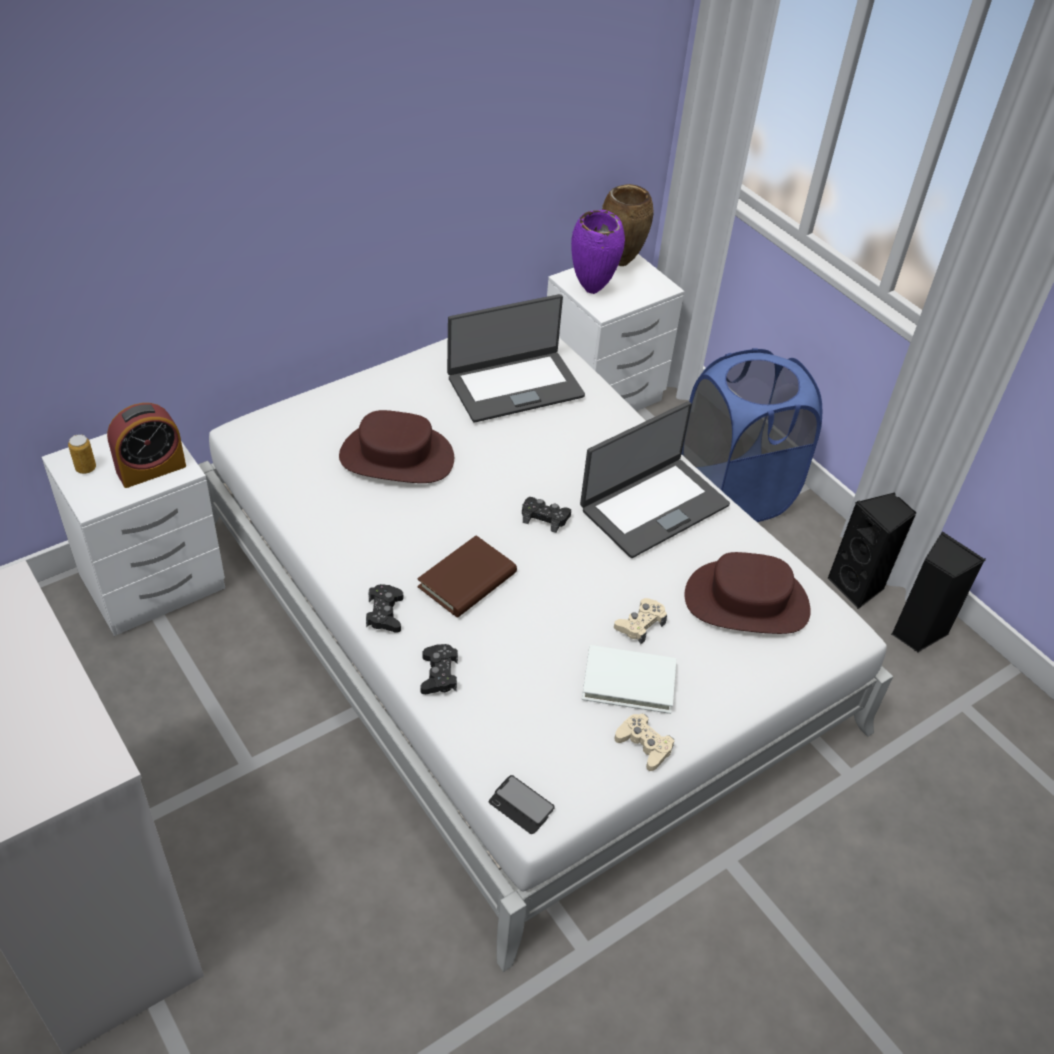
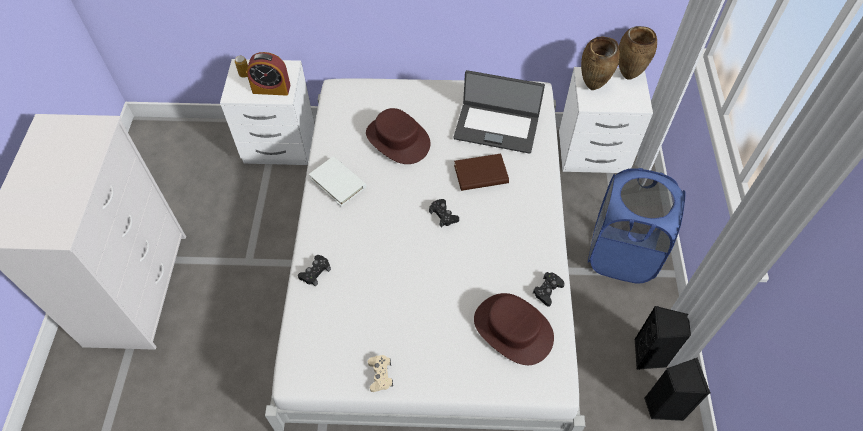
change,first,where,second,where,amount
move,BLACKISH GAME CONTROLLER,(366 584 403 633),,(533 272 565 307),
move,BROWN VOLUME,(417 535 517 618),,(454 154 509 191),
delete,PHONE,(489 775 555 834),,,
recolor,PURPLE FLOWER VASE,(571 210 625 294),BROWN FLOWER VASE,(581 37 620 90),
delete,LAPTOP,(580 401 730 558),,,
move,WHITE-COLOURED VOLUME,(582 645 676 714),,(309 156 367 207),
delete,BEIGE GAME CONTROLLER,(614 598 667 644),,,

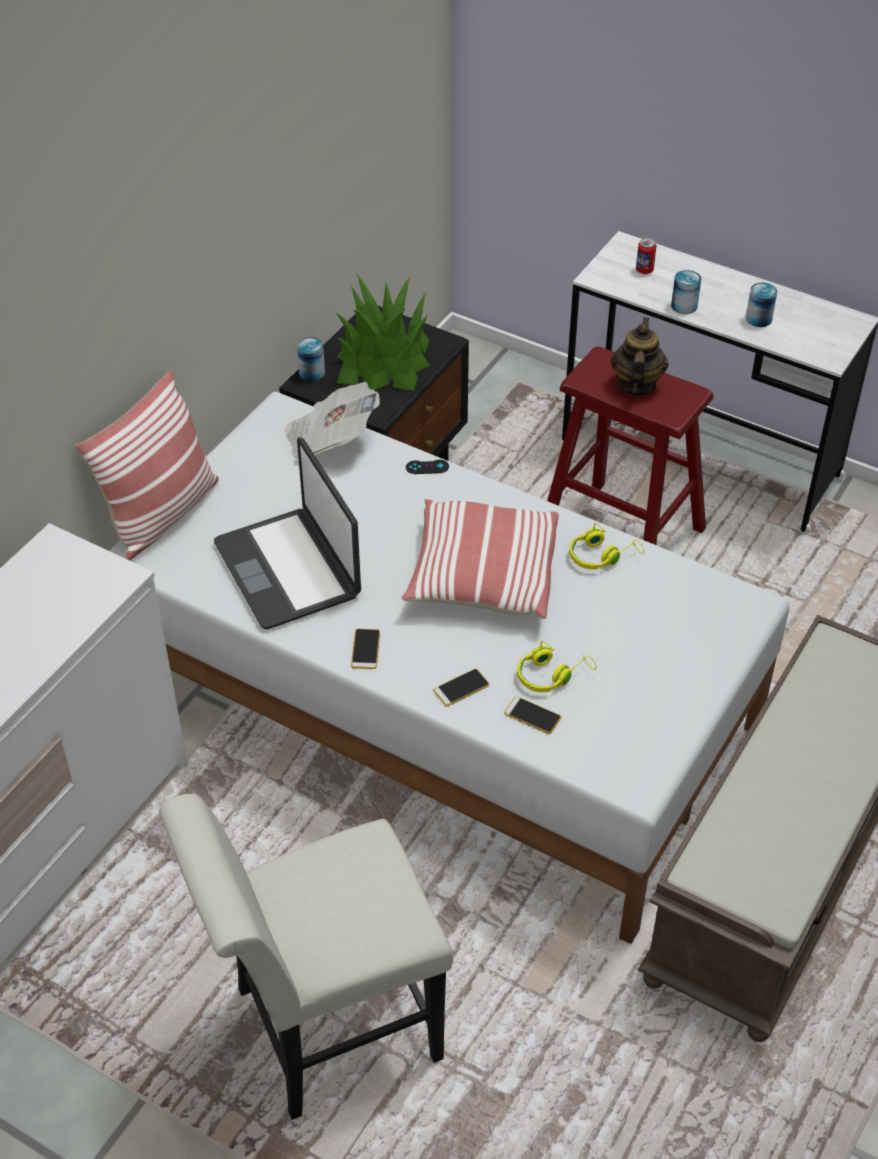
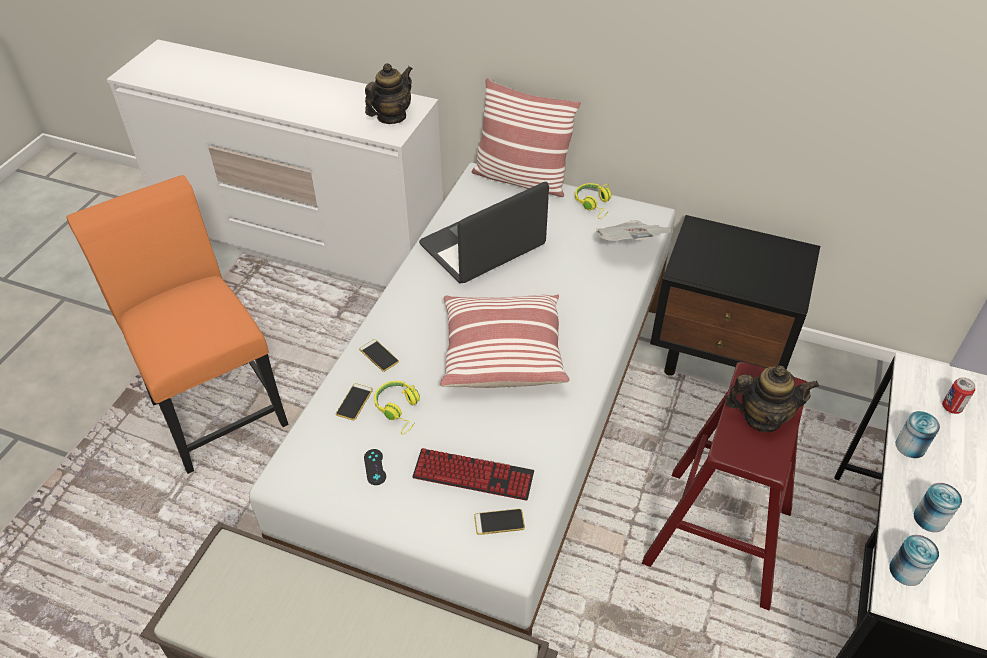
change,first,where,second,where,amount
recolor,WHITE-COLOURED PLAIN CHAIR,(159 794 453 1120),ORANGE PLAIN CHAIR,(66 175 289 474),
move,METAL CAN,(297 337 325 381),,(889 535 939 586),
delete,HOUSEPLANT,(335 273 430 391),,,
move,PHONE,(351 629 380 669),,(474 509 525 535),
move,BLACKISH GAME CONTROLLER,(406 460 449 474),,(364 449 386 485),
move,YELLOWISH HEADSET,(569 522 644 569),,(575 183 611 219),
insert,,,POT FOR TEA,(365 63 412 124),
insert,,,COMPUTER KEYBOARD,(412 448 534 501),

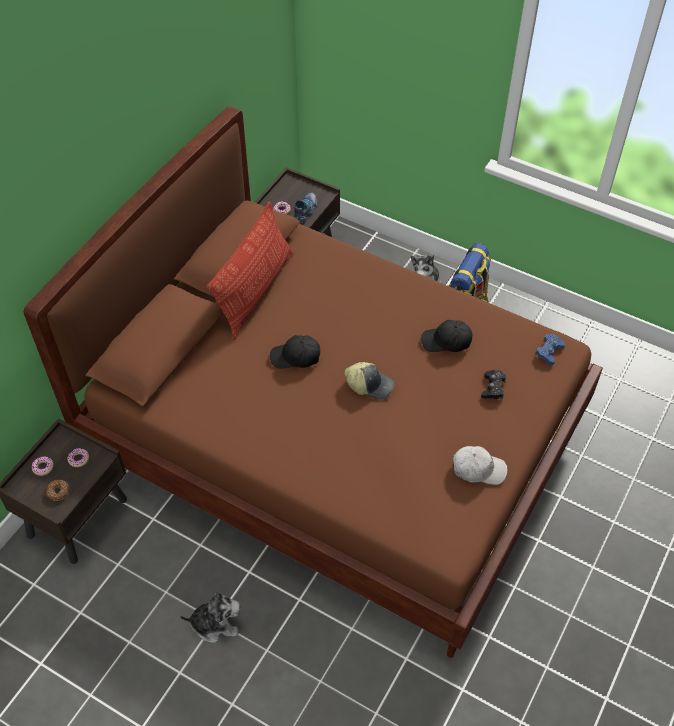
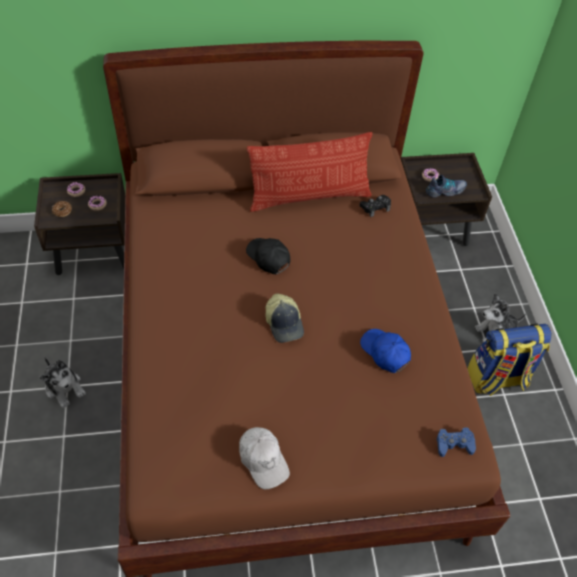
change,first,where,second,where,amount
recolor,BLACKISH PEAKED CAP,(421 320 472 352),BLUISH PEAKED CAP,(360 329 411 373),
move,BLACKISH GAME CONTROLLER,(481 370 507 399),,(359 195 391 217),

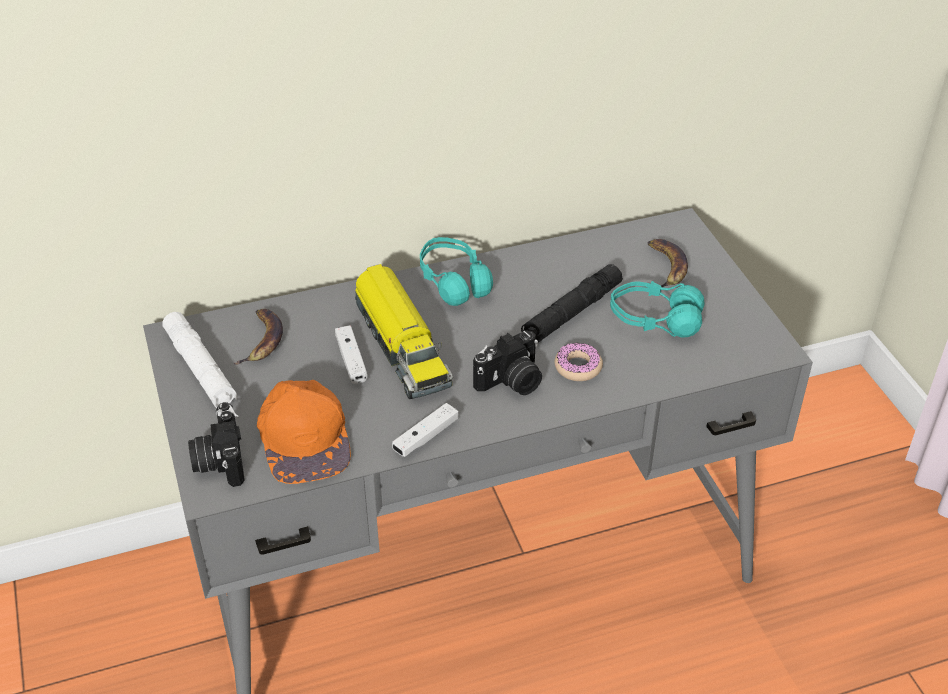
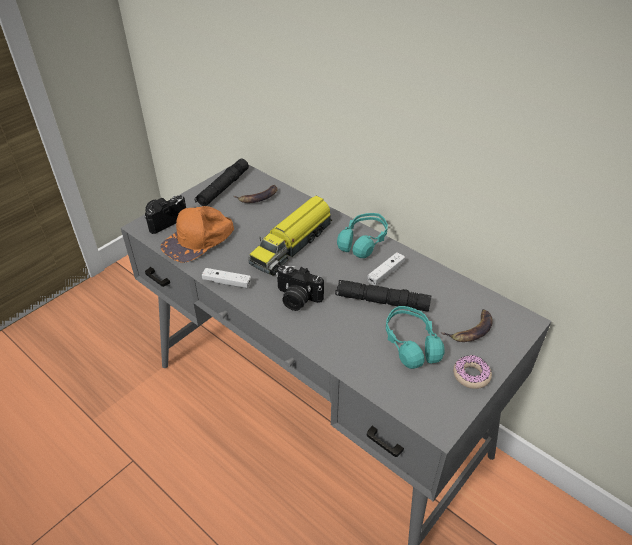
change,first,where,second,where,amount
recolor,WHITE-COLOURED FLASHLIGHT,(162 312 238 408),BLACKISH FLASHLIGHT,(195 159 249 206),
move,WHITE-COLOURED GAME CONTROLLER,(335 325 367 384),,(367 252 405 285),
move,DOUGHNUT,(554 343 603 381),,(453 355 492 389),

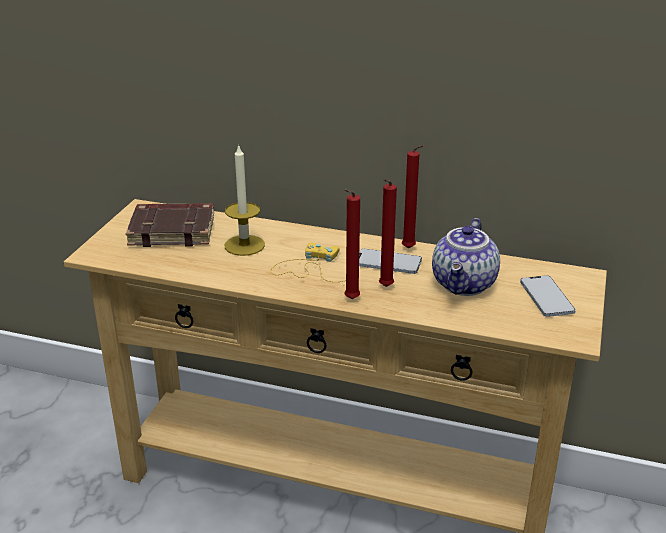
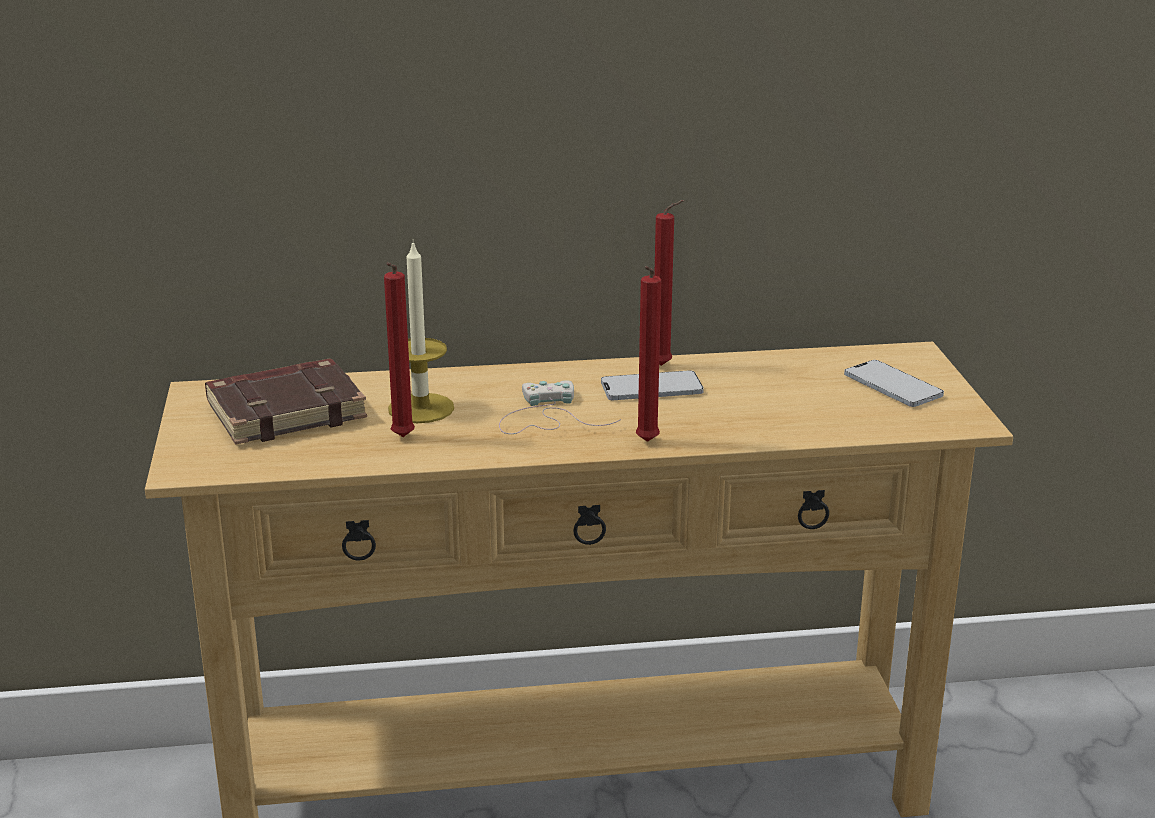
change,first,where,second,where,amount
recolor,YELLOWISH GAME CONTROLLER,(271 243 346 282),WHITE-COLOURED GAME CONTROLLER,(499 380 621 434),
move,RED WAX CANDLE,(379 179 397 287),,(384 262 415 437),
delete,POT FOR TEA,(432 218 500 296),,,

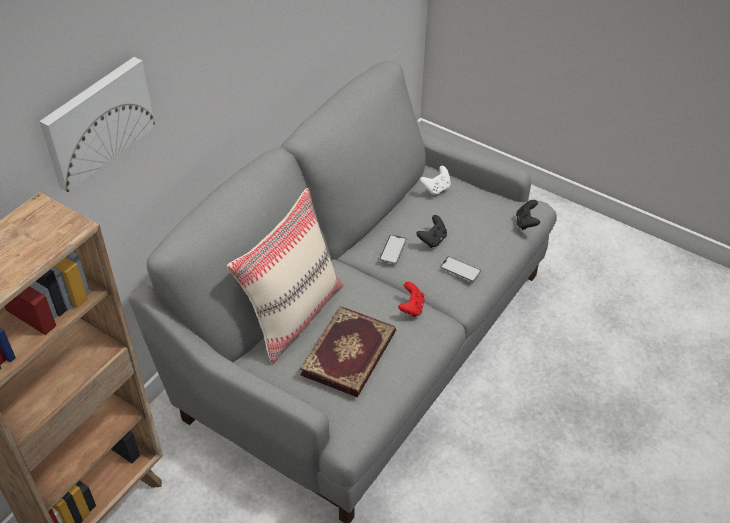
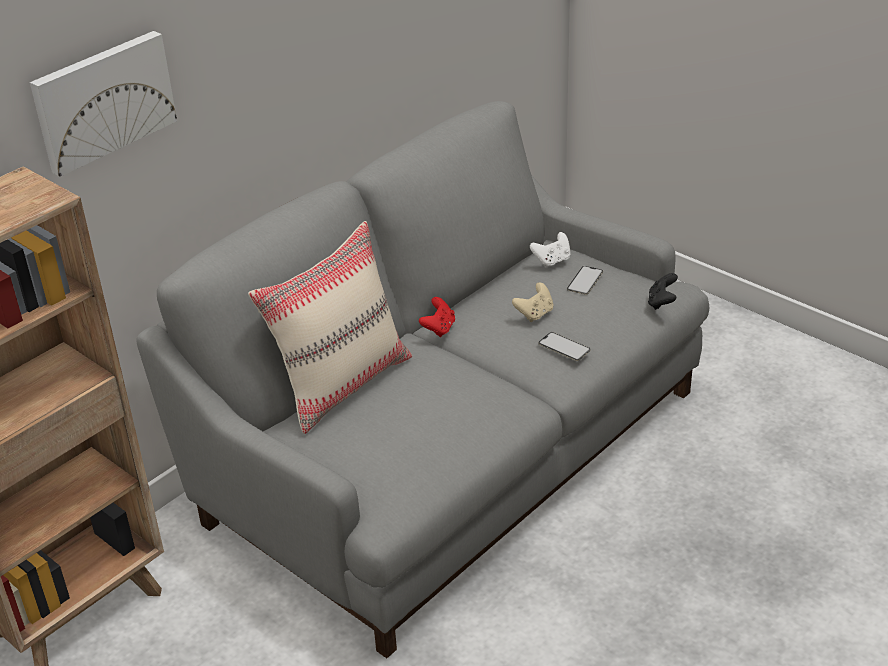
change,first,where,second,where,amount
delete,VOLUME,(300 306 396 397),,,
move,PHONE,(379 235 407 264),,(567 266 603 295),
move,RED GAME CONTROLLER,(398 282 425 317),,(419 297 455 337),
recolor,BLACKISH GAME CONTROLLER,(416 215 447 248),BEIGE GAME CONTROLLER,(512 282 554 322),

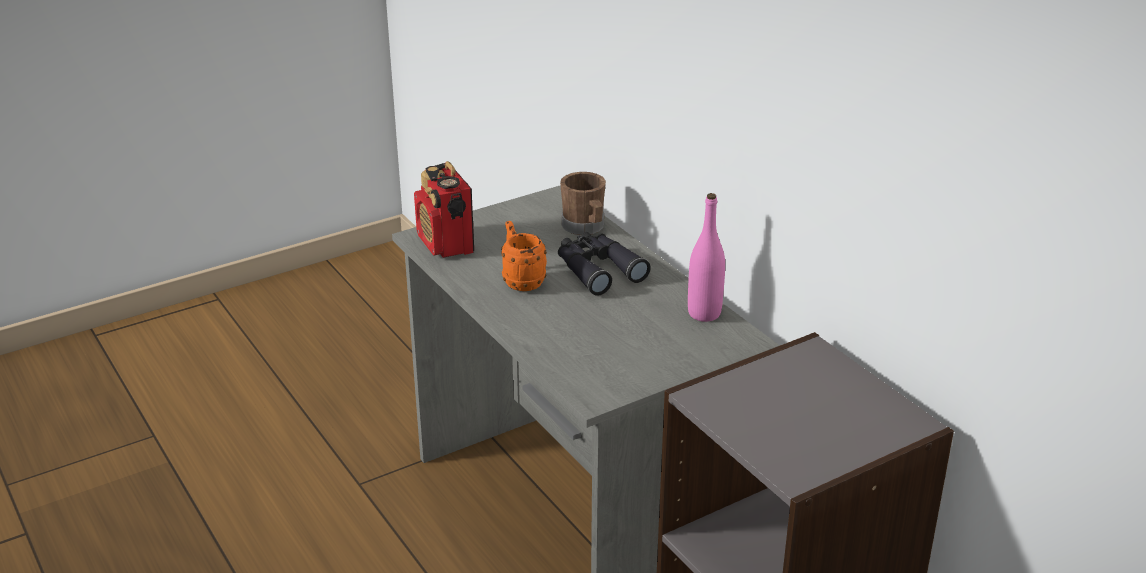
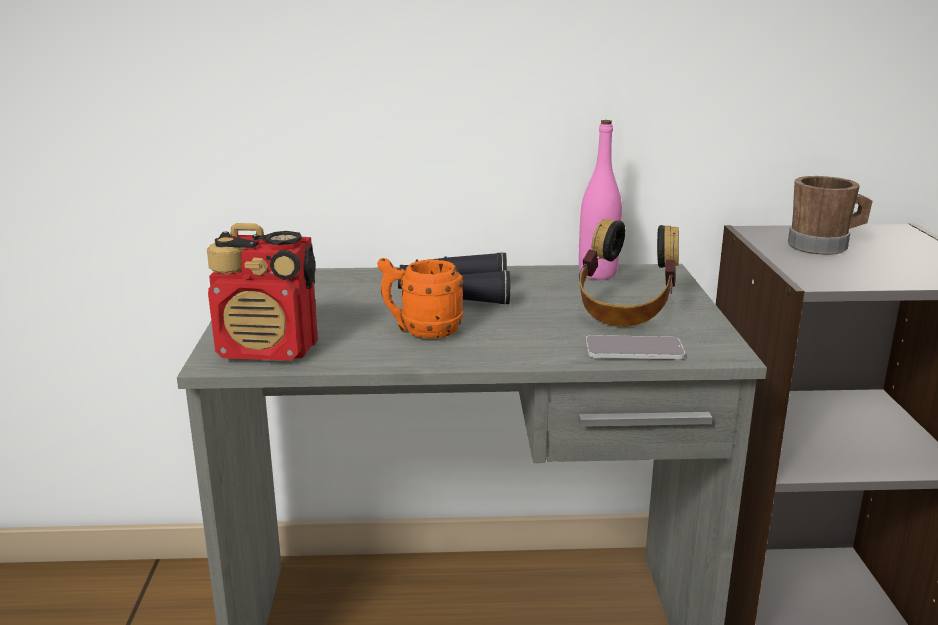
change,first,where,second,where,amount
move,BROWN MUG,(560 172 606 235),,(788 176 873 255),
insert,,,HEADSET,(579 219 679 327),
insert,,,PHONE,(586 335 685 360),

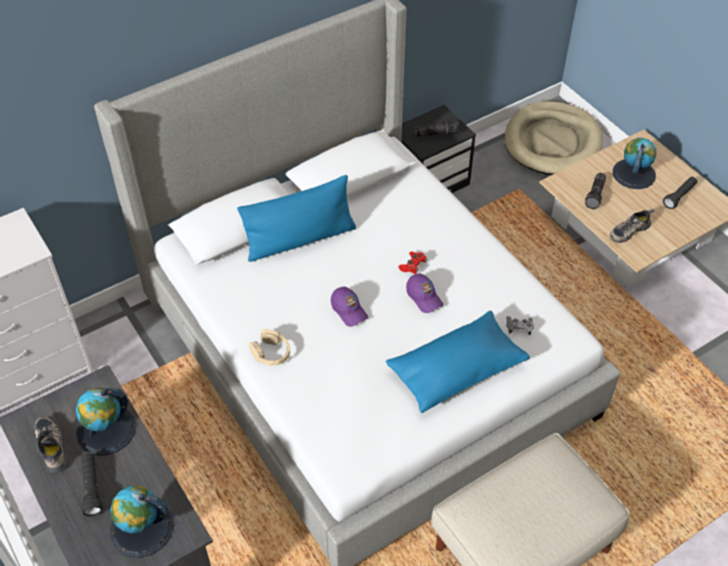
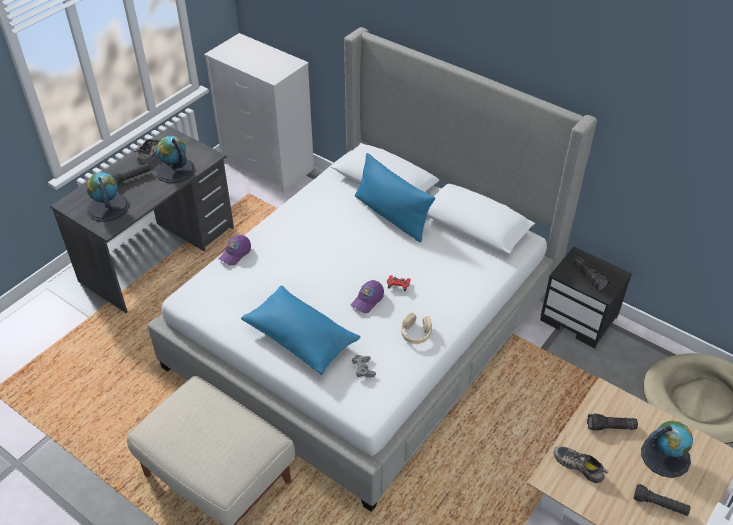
change,first,where,second,where,amount
move,BEIGE HEADSET,(249 329 290 365),,(401 312 432 344),
move,PURPLE PEAKED CAP,(331 287 368 327),,(219 235 251 266),

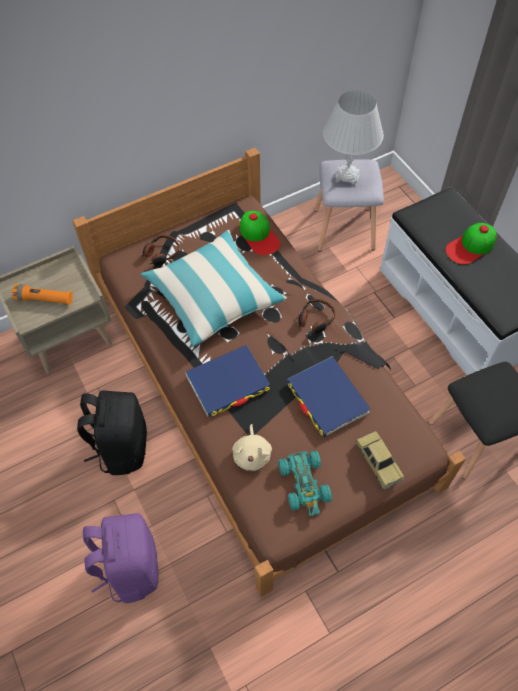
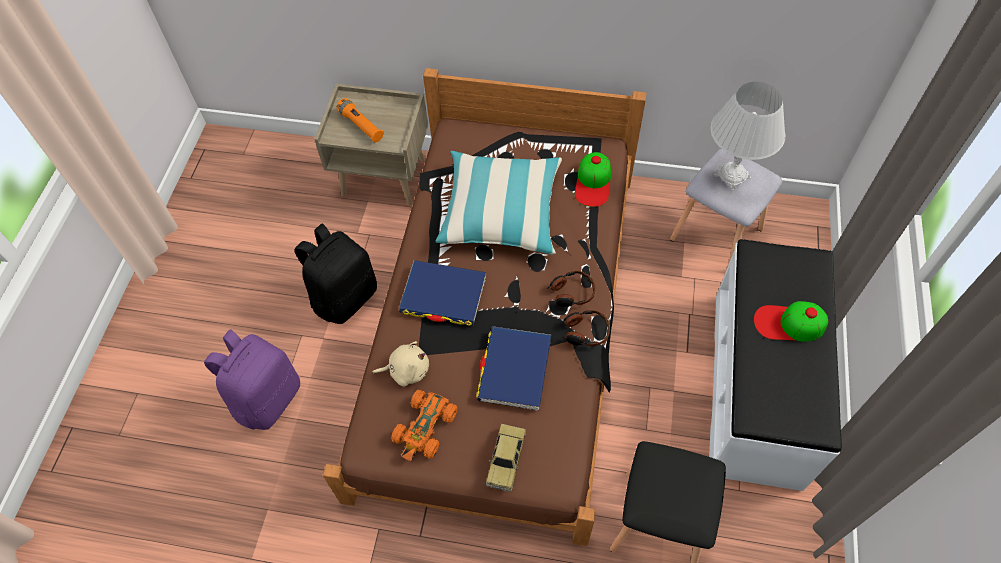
change,first,where,second,where,amount
move,HEADSET,(142 235 180 266),,(560 310 610 346),
rotate,BEIGE PLUSH TOY,(232 424 272 471),,(372 341 429 386),135 degrees counterclockwise
recolor,TURQUOISE-COLOURED TOY CAR,(278 451 332 516),ORANGE TOY CAR,(391 390 458 461),

